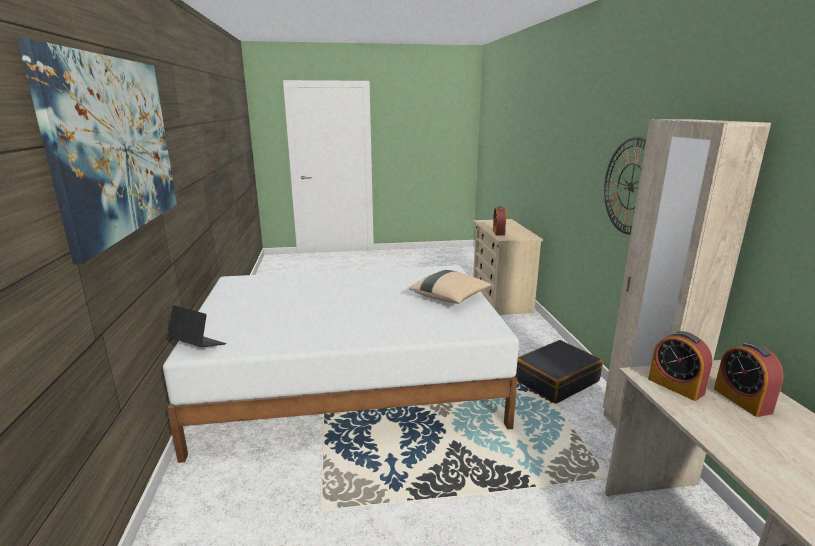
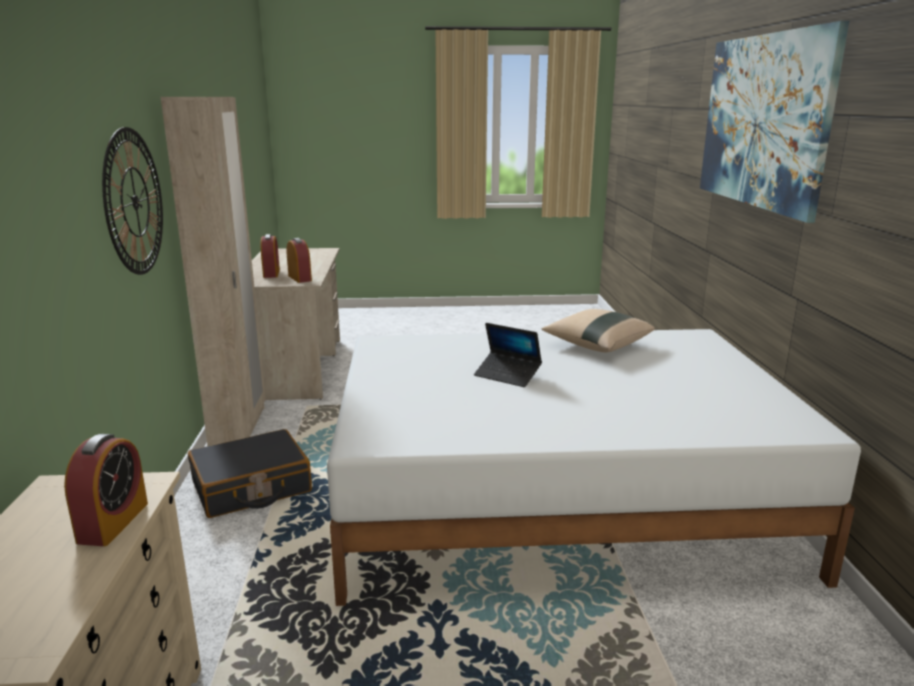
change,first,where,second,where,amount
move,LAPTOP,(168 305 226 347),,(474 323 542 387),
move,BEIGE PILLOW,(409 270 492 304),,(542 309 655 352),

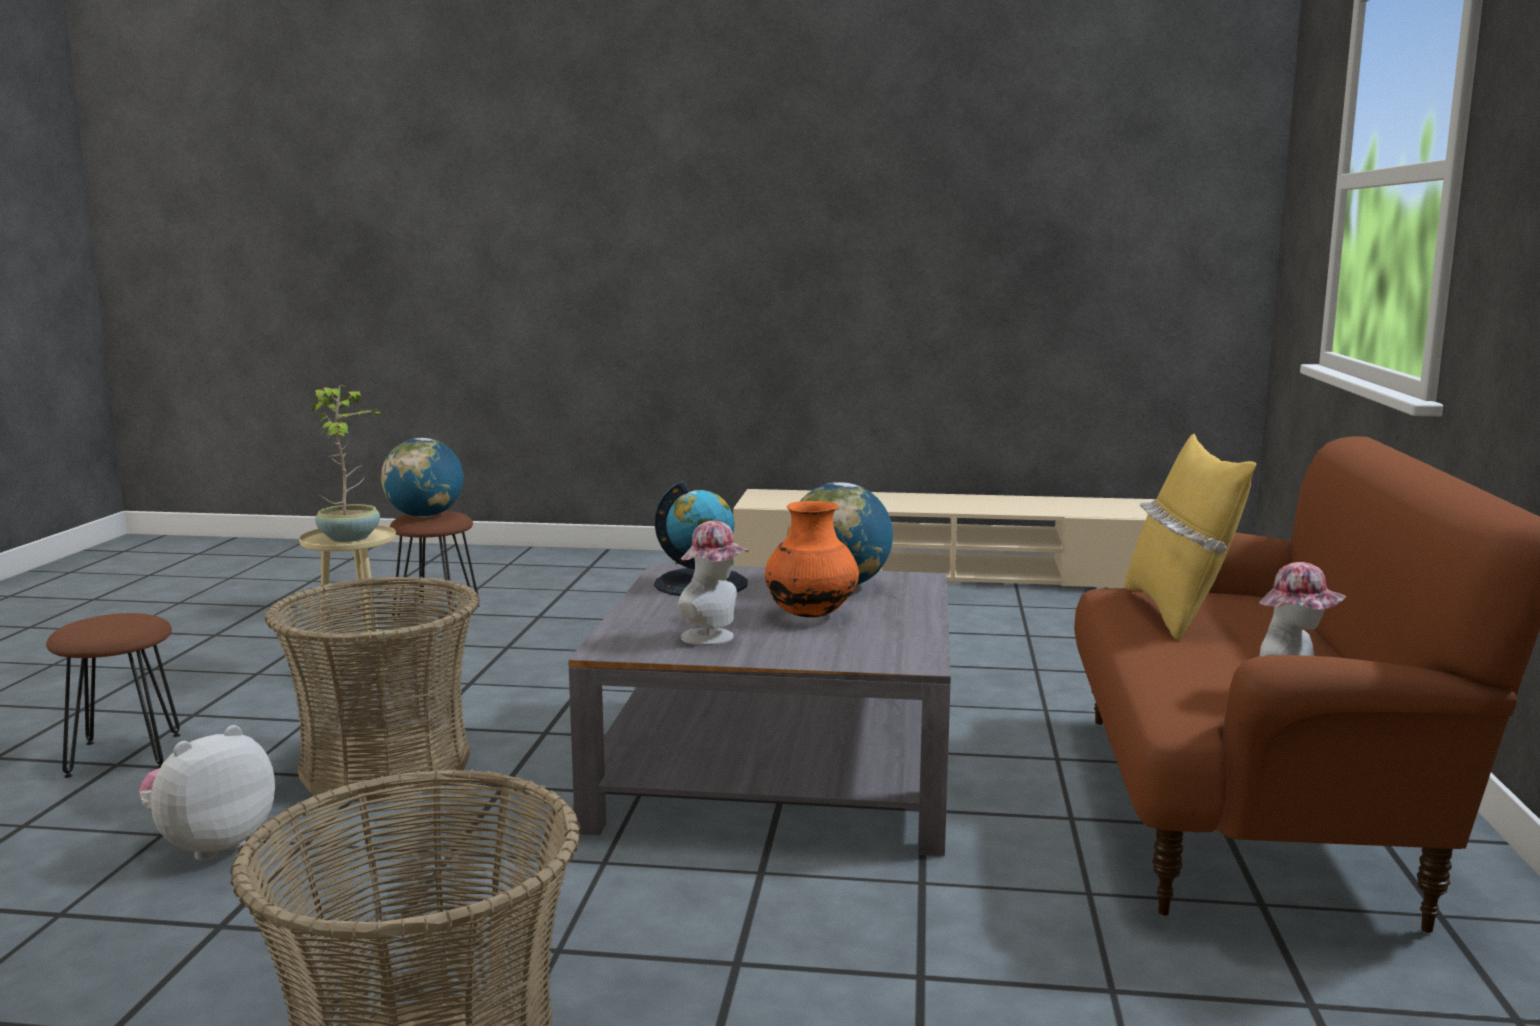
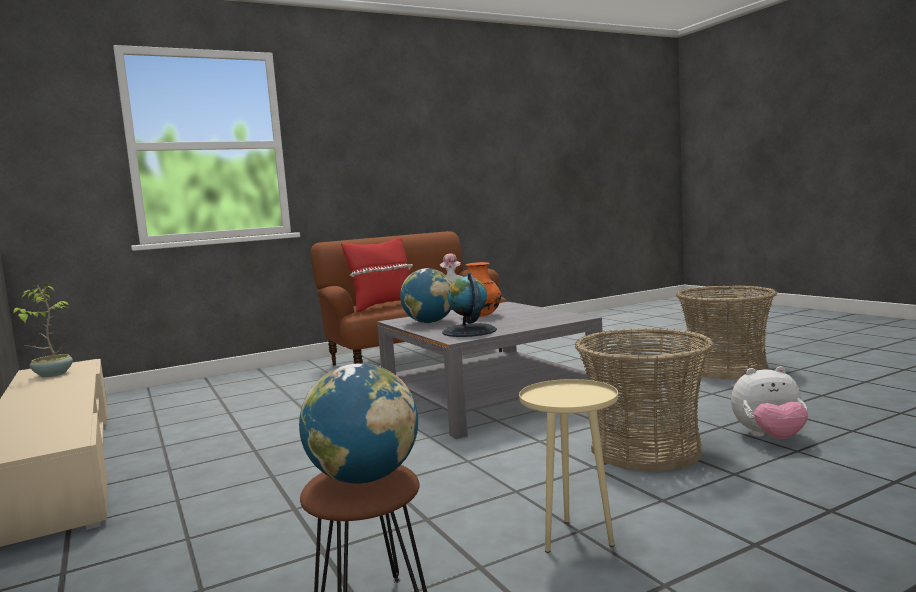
change,first,where,second,where,amount
delete,BROWN STOOL SEAT,(46 613 180 778),,,
move,HOUSEPLANT,(312 385 385 542),,(13 284 73 377),
delete,WEARABLE HAT,(677 521 749 646),,,
recolor,YELLOWISH PILLOW,(1125 434 1256 640),RED PILLOW,(341 238 413 312),

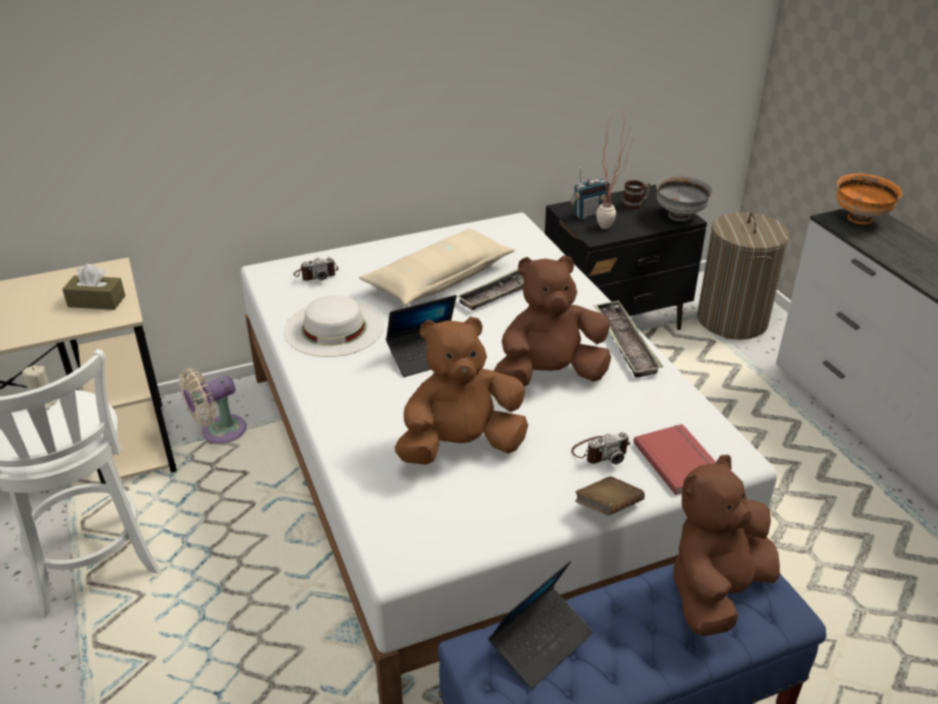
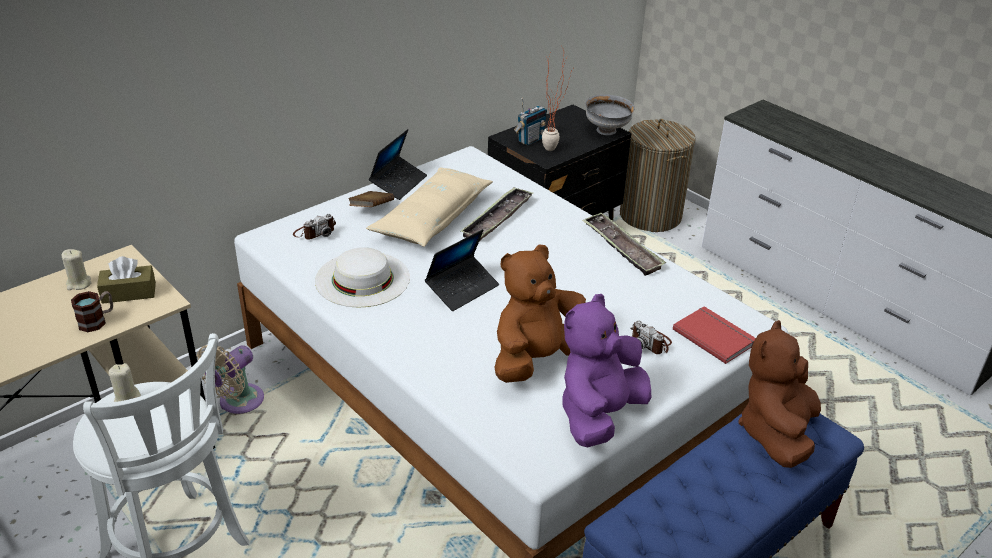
change,first,where,second,where,amount
move,LAPTOP,(488 561 593 689),,(369 129 427 200),
delete,BROWN PLUSH TOY,(494 255 611 387),,,
rotate,STILL CAMERA,(571 432 630 464),,(631 321 672 354),90 degrees clockwise
move,BROWN VOLUME,(575 476 645 516),,(348 191 394 207),
move,MUG,(622 180 650 210),,(71 291 113 332),
delete,ORANGE BOWL,(836 174 902 225),,,
insert,,,BEIGE WAX CANDLE,(62 249 92 290),
insert,,,PURPLE PLUSH TOY,(562 294 651 448),

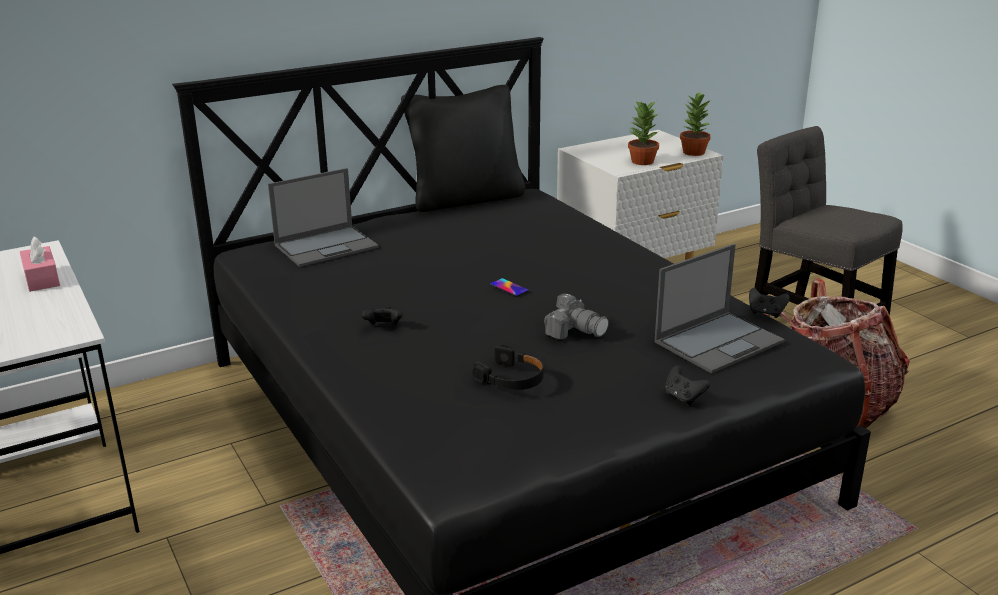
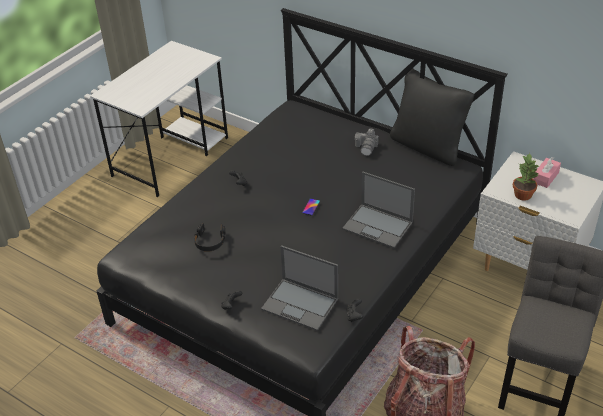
change,first,where,second,where,amount
move,PINK-COLOURED TISSUE HOLDER,(20 236 60 292),,(533 157 561 188),
move,LAPTOP,(268 168 379 267),,(342 172 415 248),
move,STILL CAMERA,(544 294 609 339),,(355 128 379 156),
delete,HOUSEPLANT,(680 93 711 156),,,

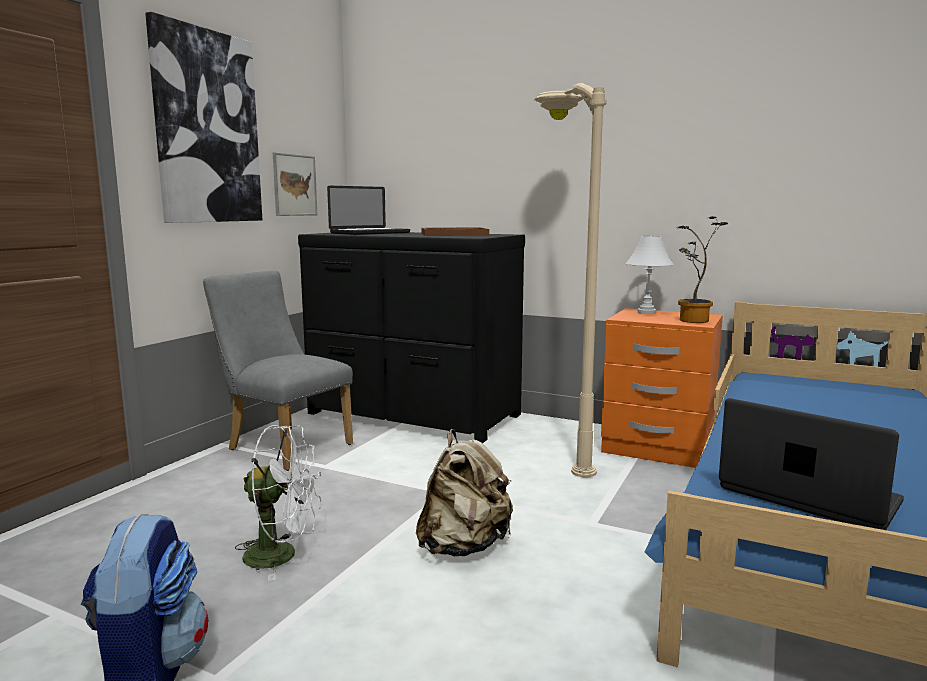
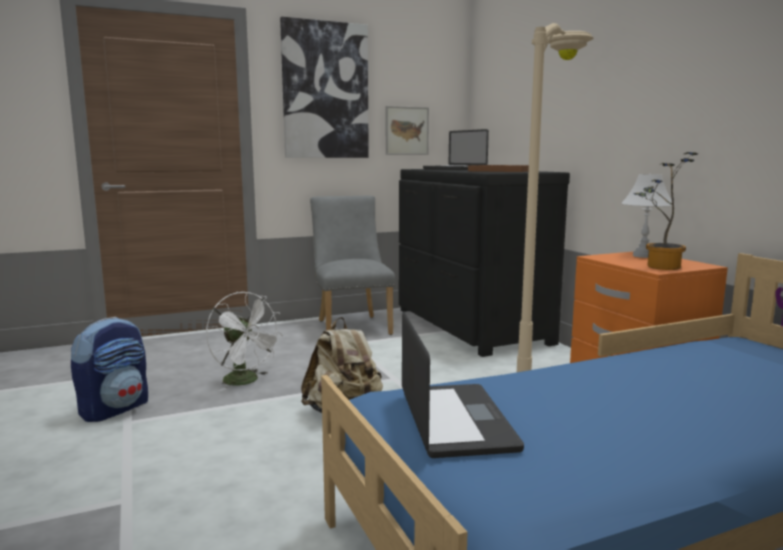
change,first,where,second,where,amount
rotate,LAPTOP,(327 186 410 235),,(423 129 489 170),60 degrees clockwise

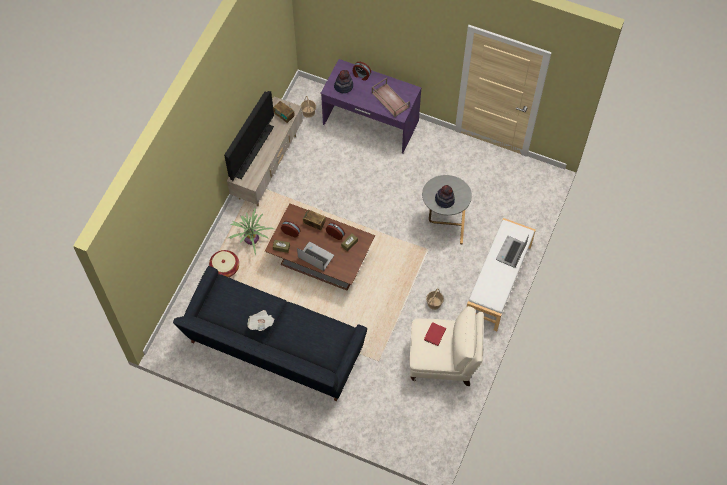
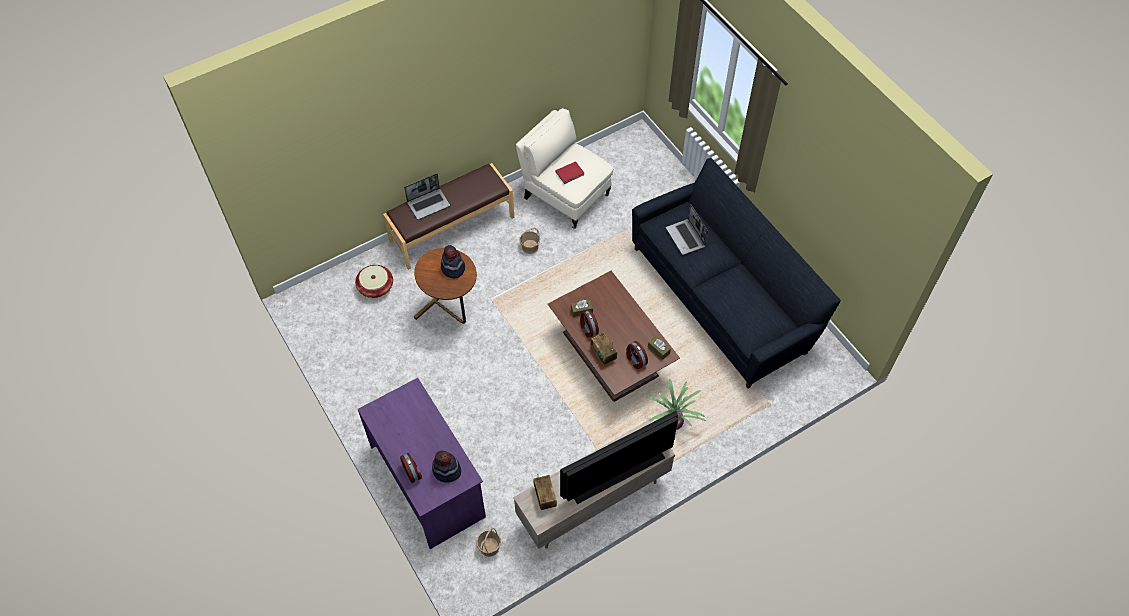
change,first,where,second,where,amount
move,STORAGE BASKET,(209 250 239 277),,(355 265 393 298),
delete,PRINTED PAPER,(247 310 274 331),,,
move,LAPTOP,(297 242 334 271),,(666 204 708 255),
delete,BROWN SERVING TRAY,(372 78 410 117),,,
recolor,GRAY SIDE TABLE,(422 175 472 244),BROWN SIDE TABLE,(414 248 477 324),
recolor,WHITE-COLOURED INDOOR BENCH,(467 218 536 332),BROWN INDOOR BENCH,(383 163 514 270),

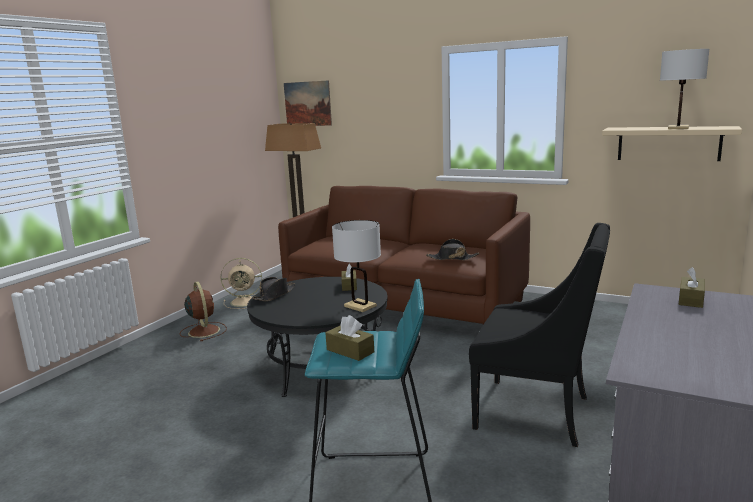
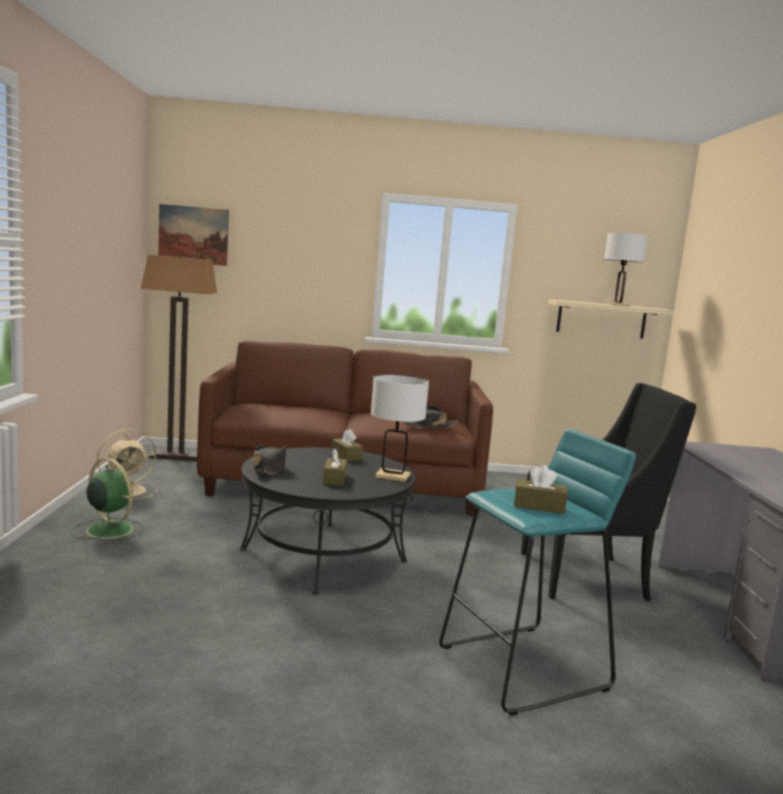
change,first,where,second,where,amount
recolor,BROWN COOLING FAN,(180 281 227 341),GREEN COOLING FAN,(72 458 144 543),
move,BROWN TISSUE HOLDER,(679 267 705 308),,(323 449 347 486),

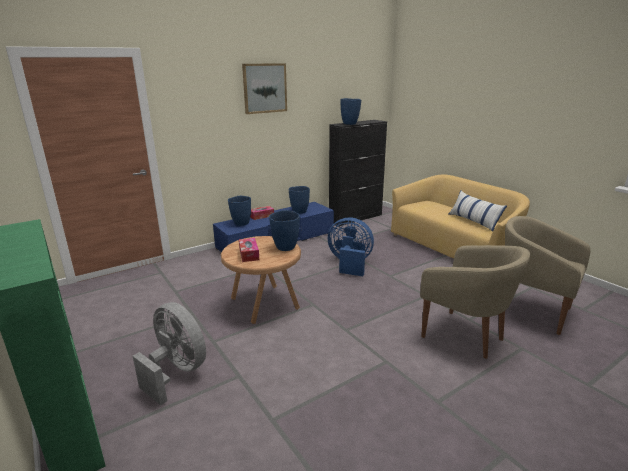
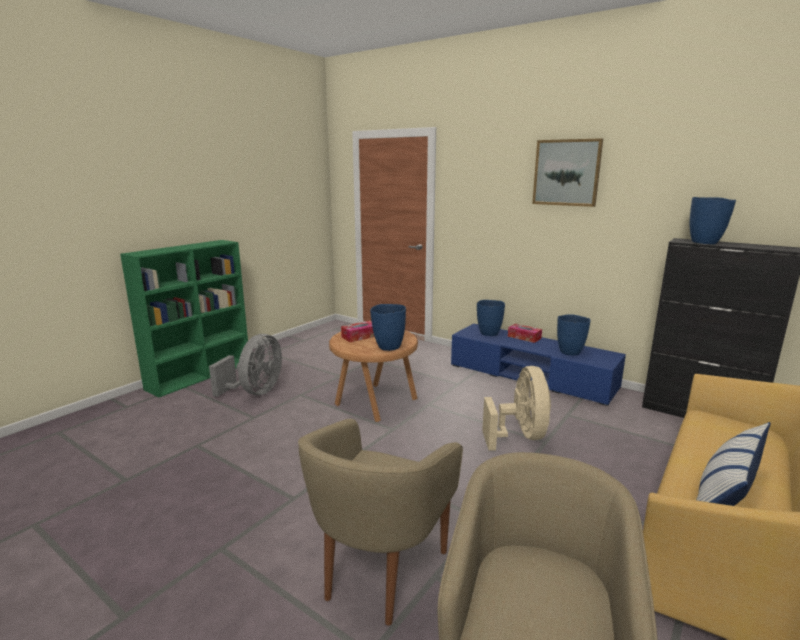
change,first,where,second,where,amount
recolor,BLUISH COOLING FAN,(328 217 374 276),BEIGE COOLING FAN,(482 366 551 450),

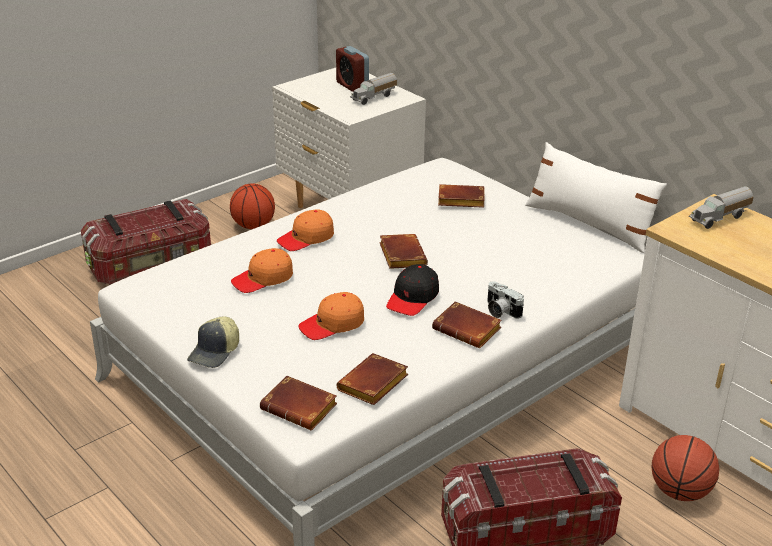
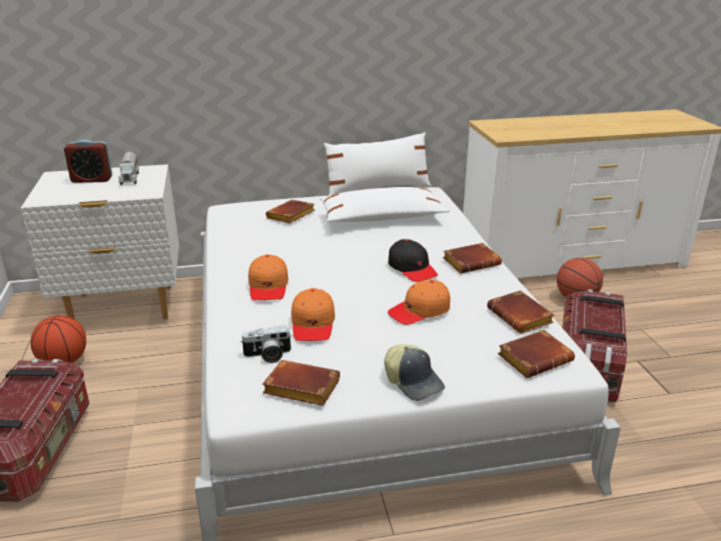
change,first,where,second,where,amount
rotate,ORANGE PEAKED CAP,(299 292 364 340),,(388 280 450 325),60 degrees clockwise
move,BROWN VOLUME,(379 234 428 269),,(262 360 340 406),
move,STILL CAMERA,(487 281 524 319),,(240 326 292 363),
delete,TOY TRUCK,(689 186 754 229),,,
insert,,,WHITE-COLOURED PILLOW,(320 187 450 222),

